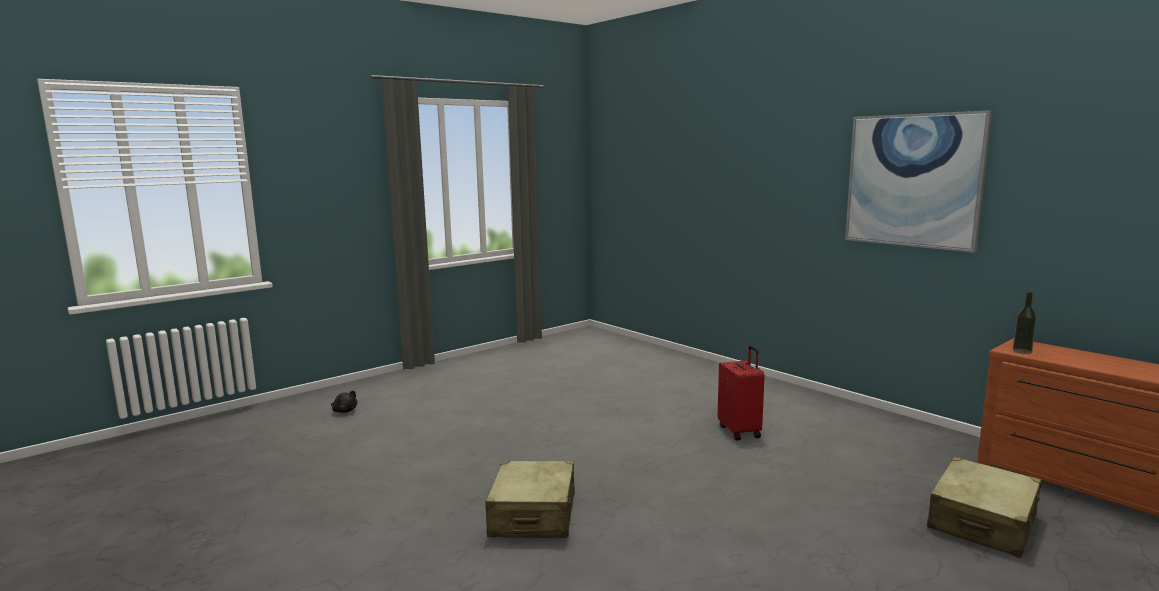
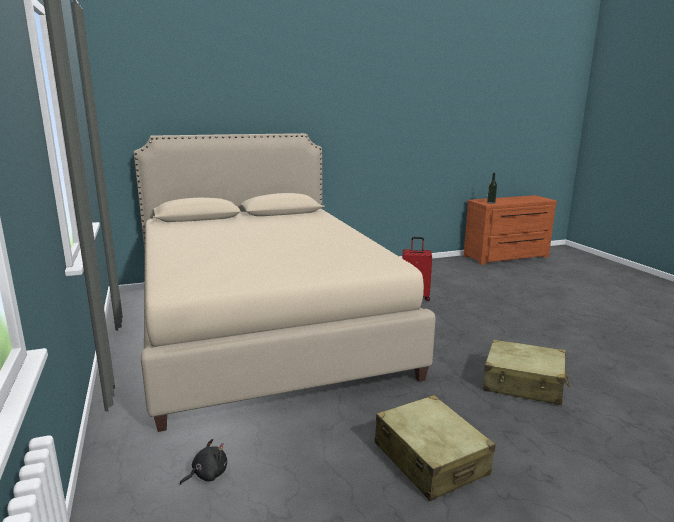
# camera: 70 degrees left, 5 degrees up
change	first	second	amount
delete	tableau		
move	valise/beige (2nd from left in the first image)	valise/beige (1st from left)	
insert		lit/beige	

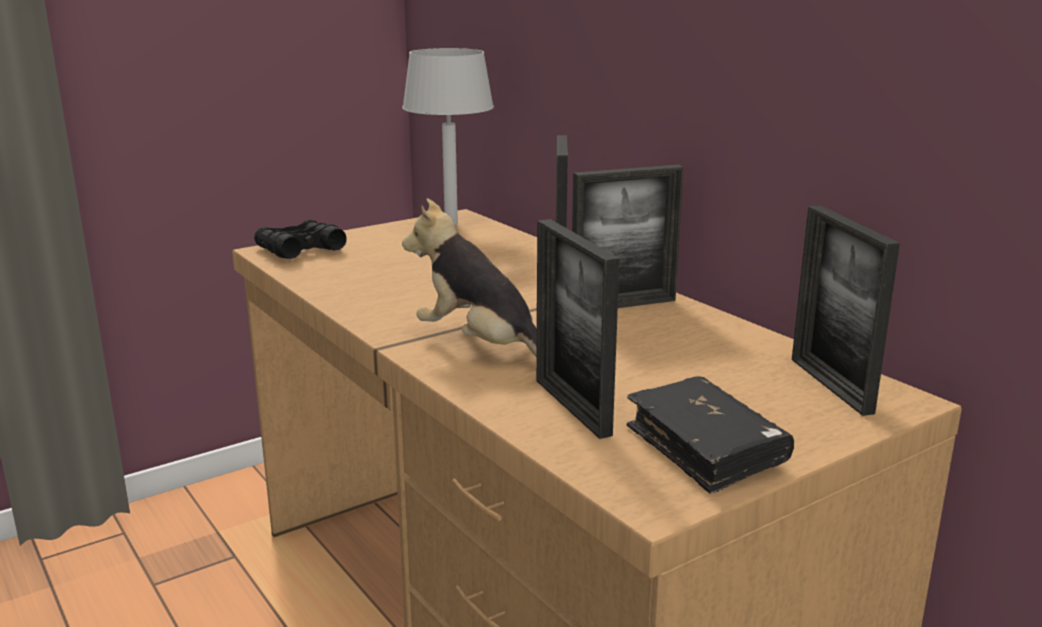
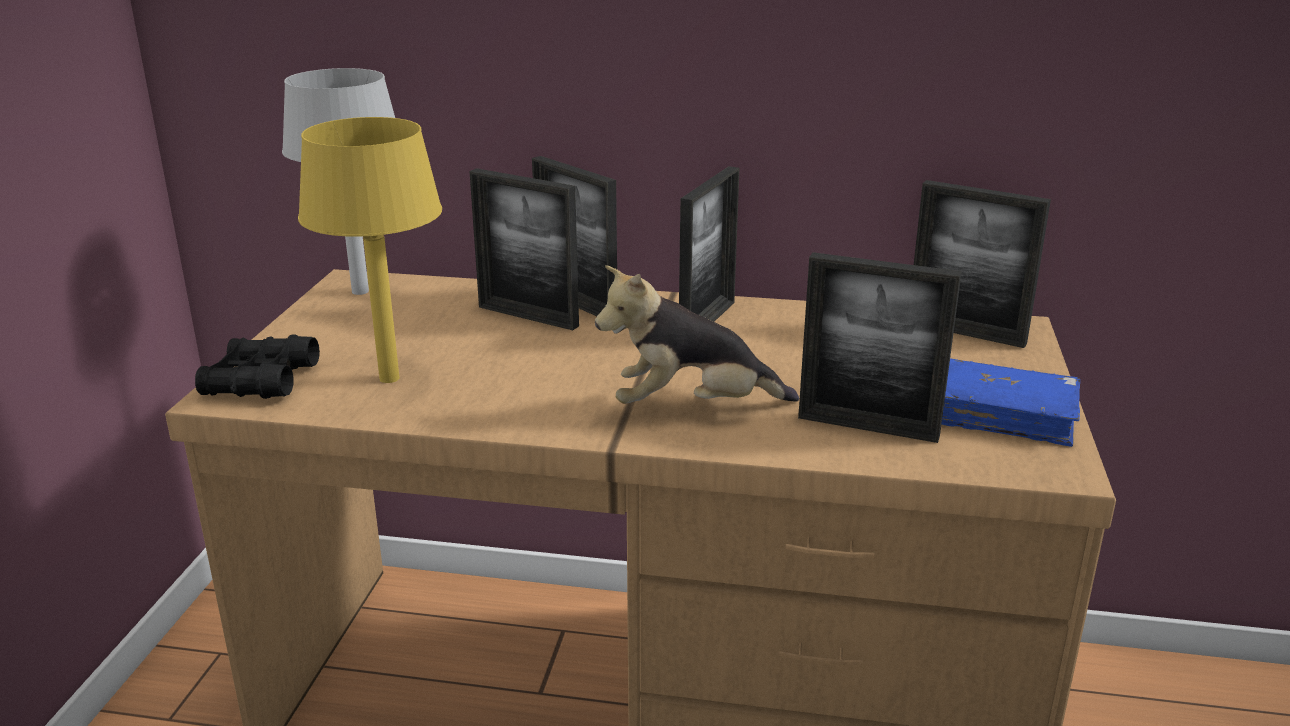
# camera: 45 degrees left, 5 degrees up
change	first	second	amount
recolor	livre/noir	livre/bleu	
insert		lampe de table/jaune	
insert		cadre photo (1st from left)	

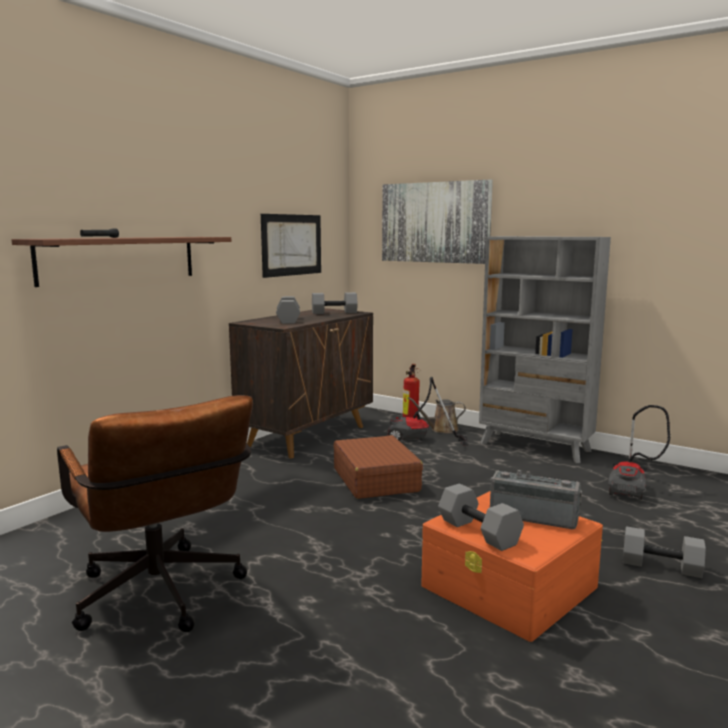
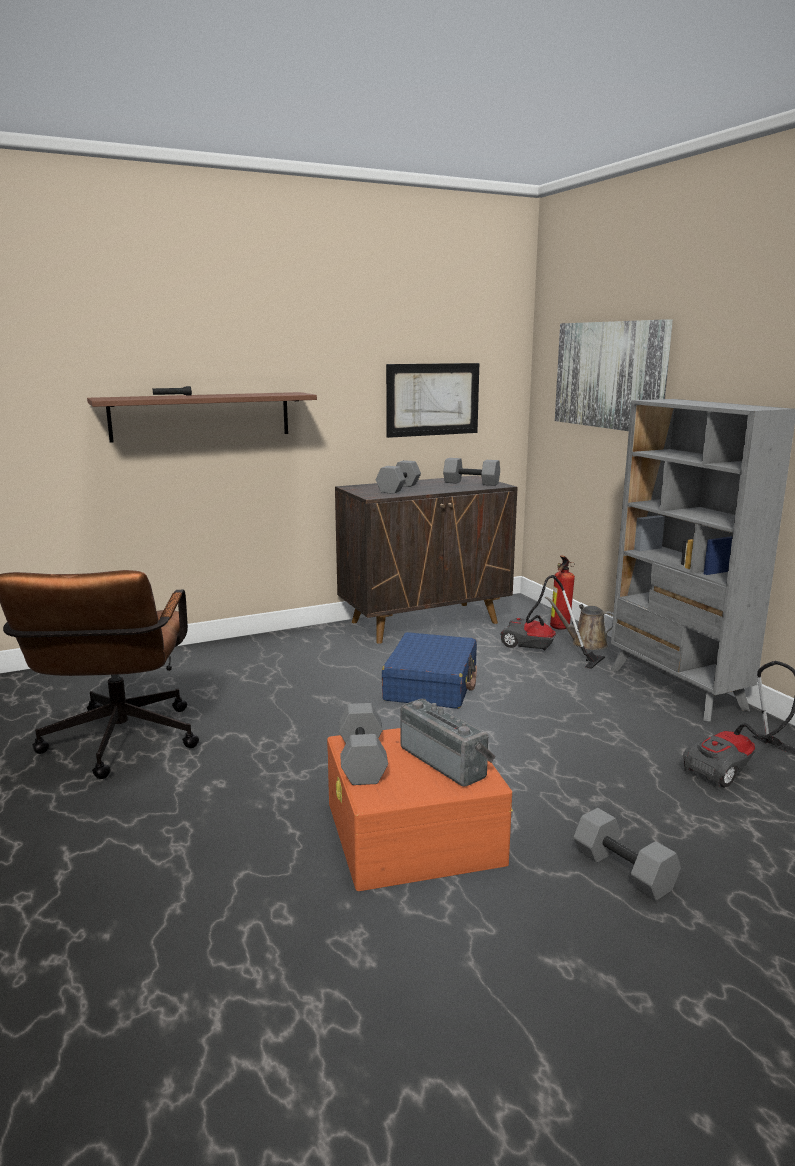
# camera: 30 degrees right, 5 degrees up
change	first	second	amount
recolor	valise/marron	valise/bleu	

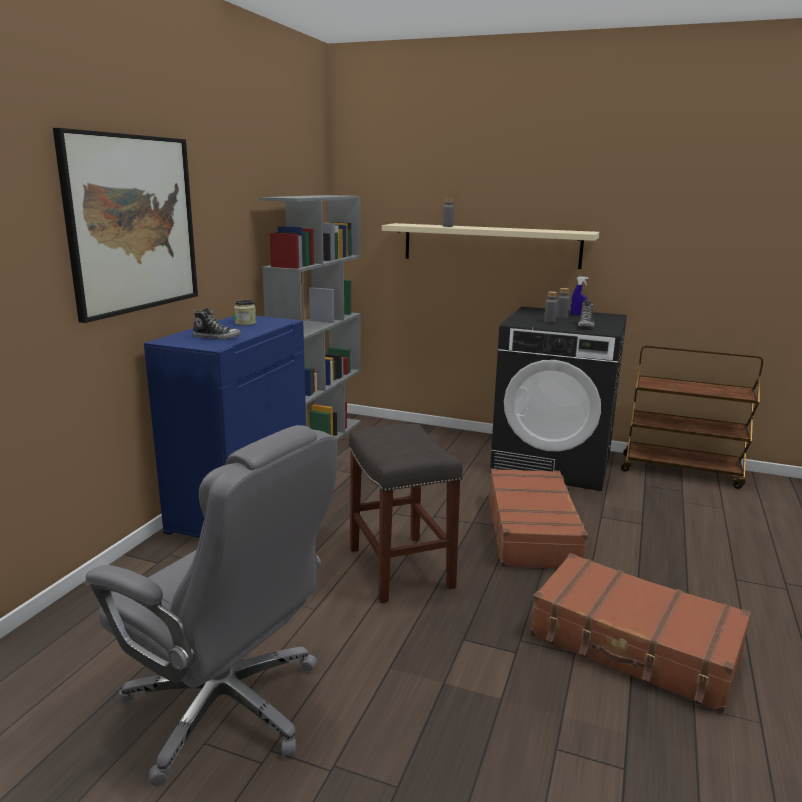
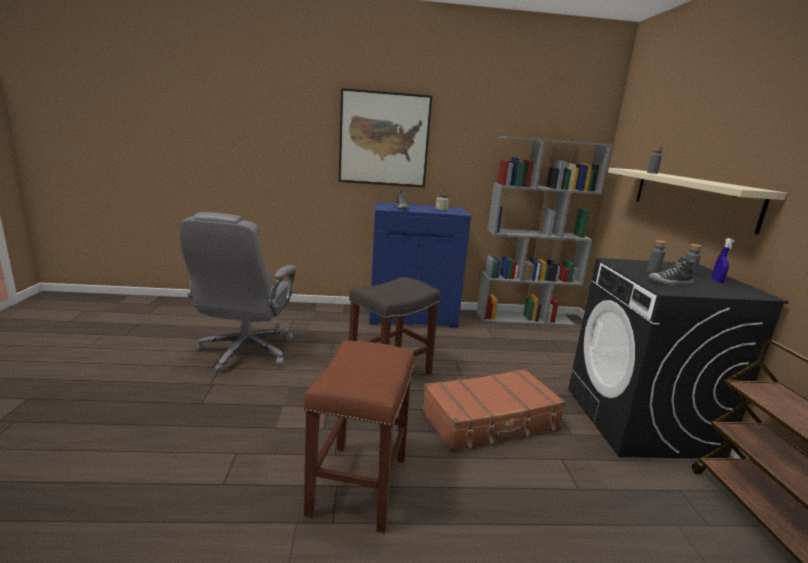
# camera: 65 degrees right, 0 degrees up
change	first	second	amount
replace	valise/marron (2nd from left)	tabouret/marron	

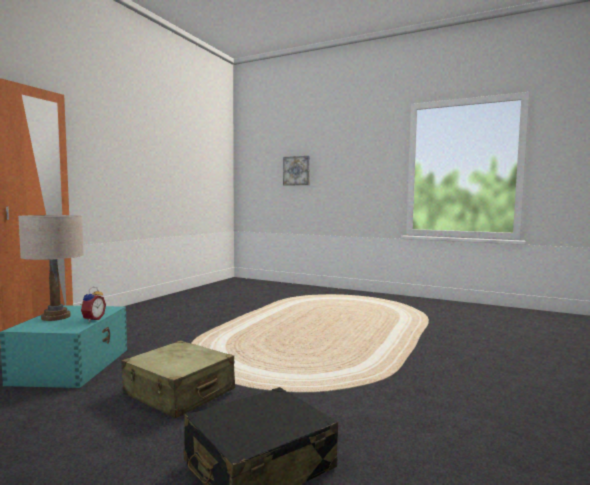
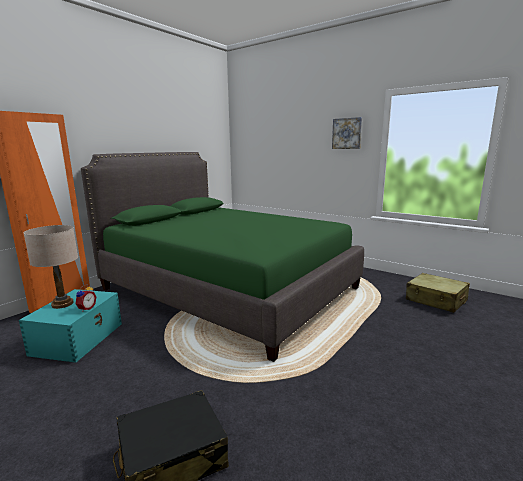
# camera: 10 degrees right, 10 degrees up
change	first	second	amount
move	valise/beige		
move	tableau		
insert		lit/vert	

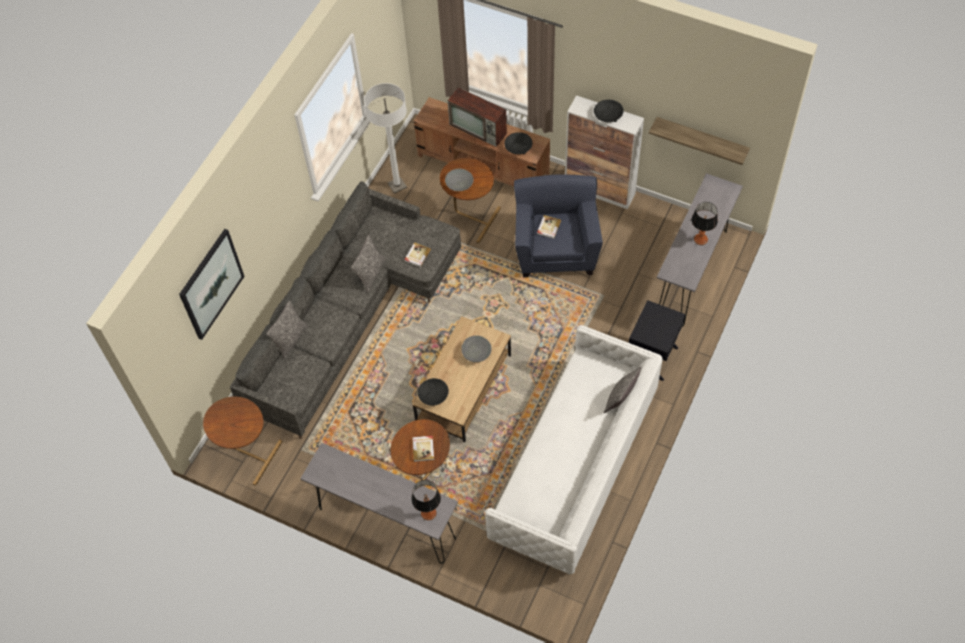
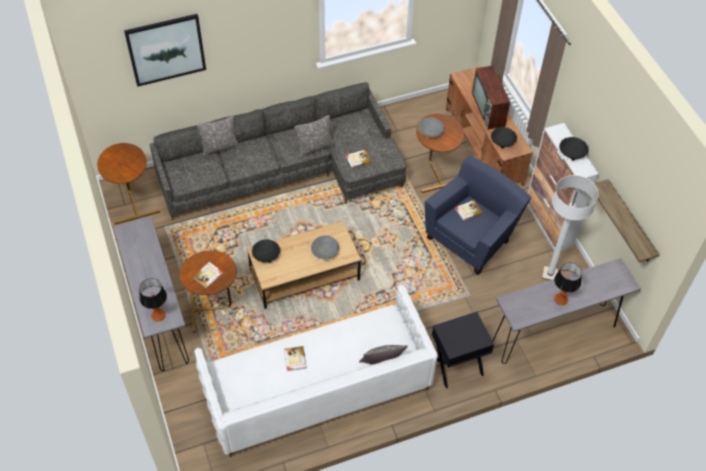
# camera: 40 degrees right, 5 degrees down
change	first	second	amount
move	lampadaire/blanc		
insert		livre (2nd from left)	

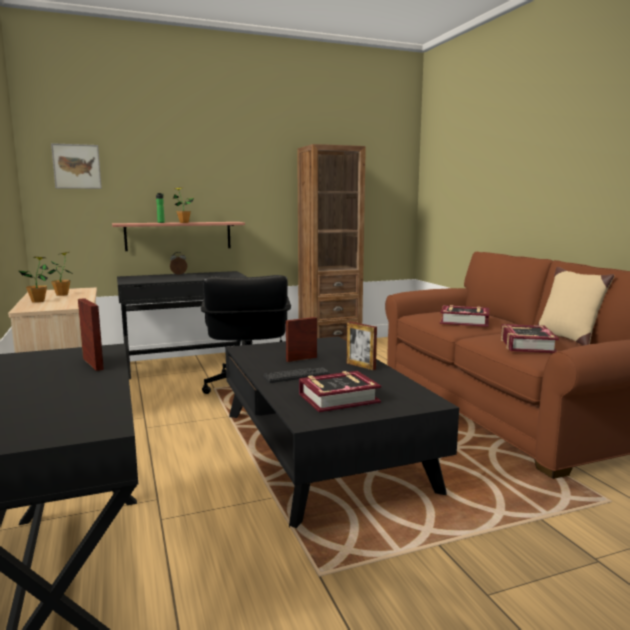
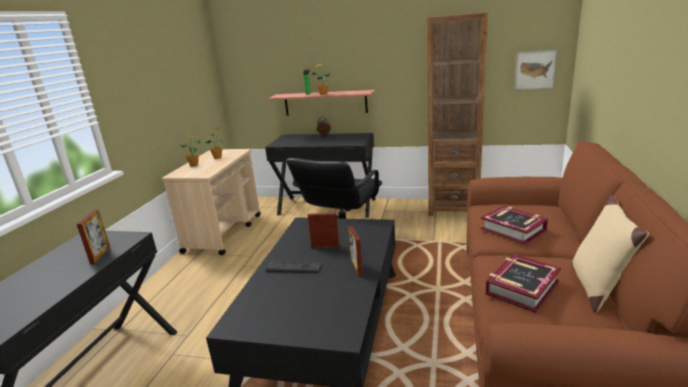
# camera: 35 degrees right, 10 degrees up
change	first	second	amount
move	tableau		
delete	livre (1st from left)		

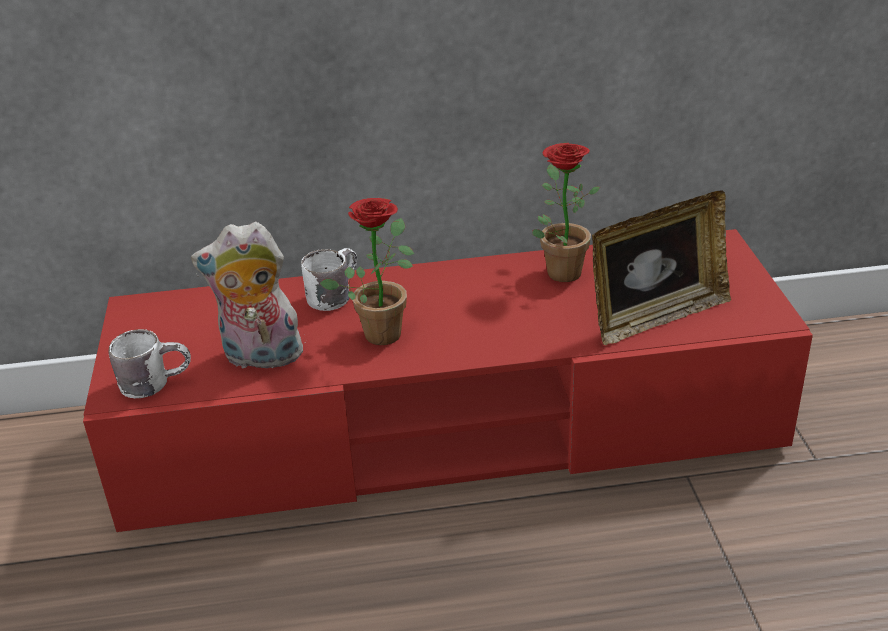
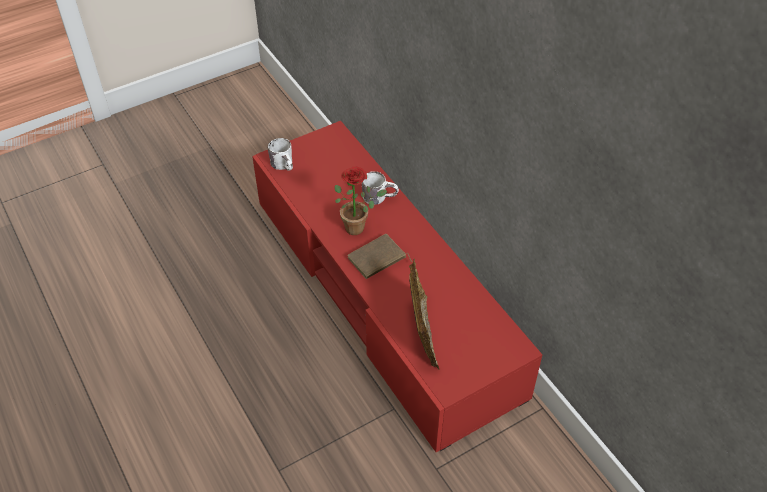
# camera: 65 degrees right, 15 degrees up
change	first	second	amount
delete	peluche		
delete	plante en pot (2nd from left)		
rotate	cadre photo		135 degrees counterclockwise
insert		livre/marron	

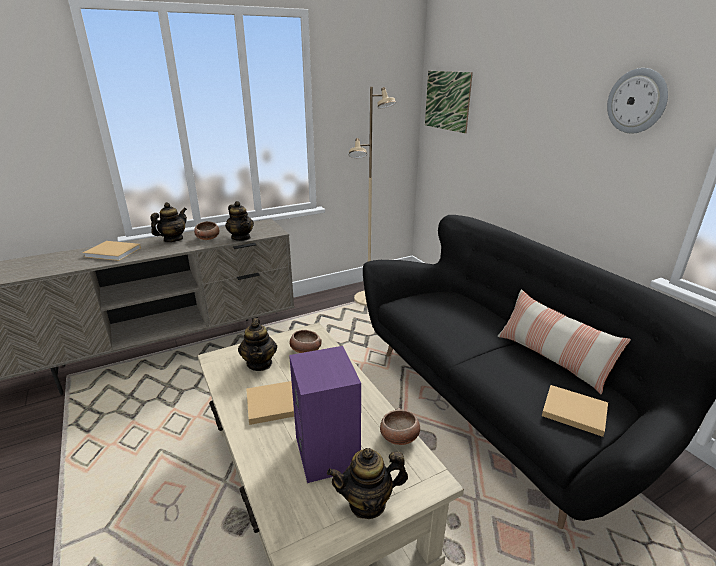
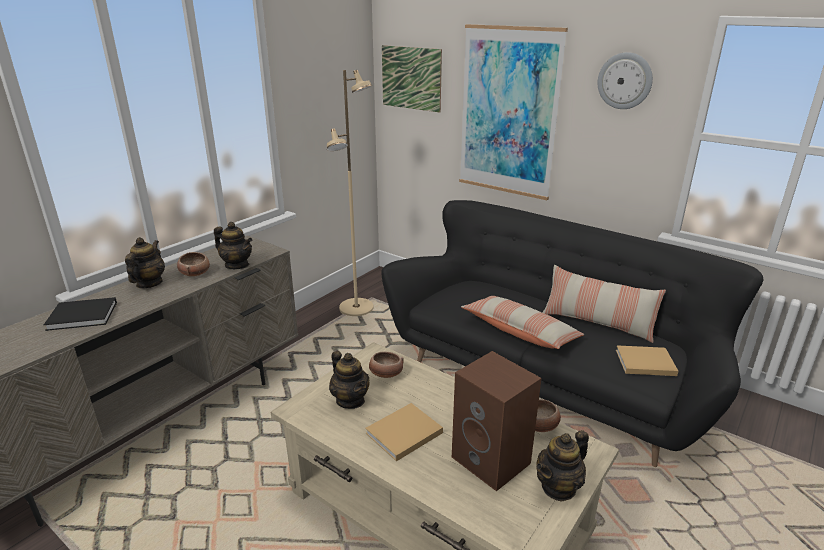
# camera: 25 degrees left, 0 degrees up
change	first	second	amount
recolor	livre/beige (1st from left)	livre/noir	
recolor	enceinte/violet	enceinte/marron	
insert		tableau (2nd from left)	
insert		coussin (1st from left)	

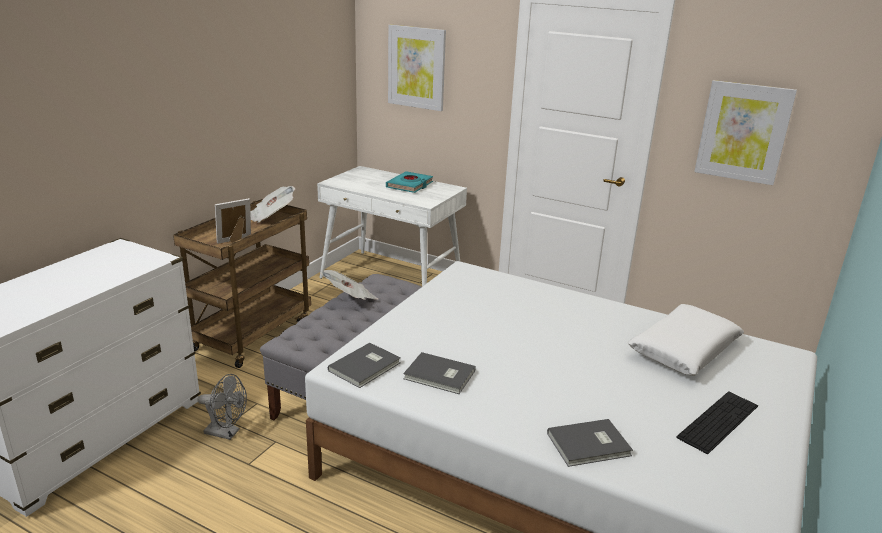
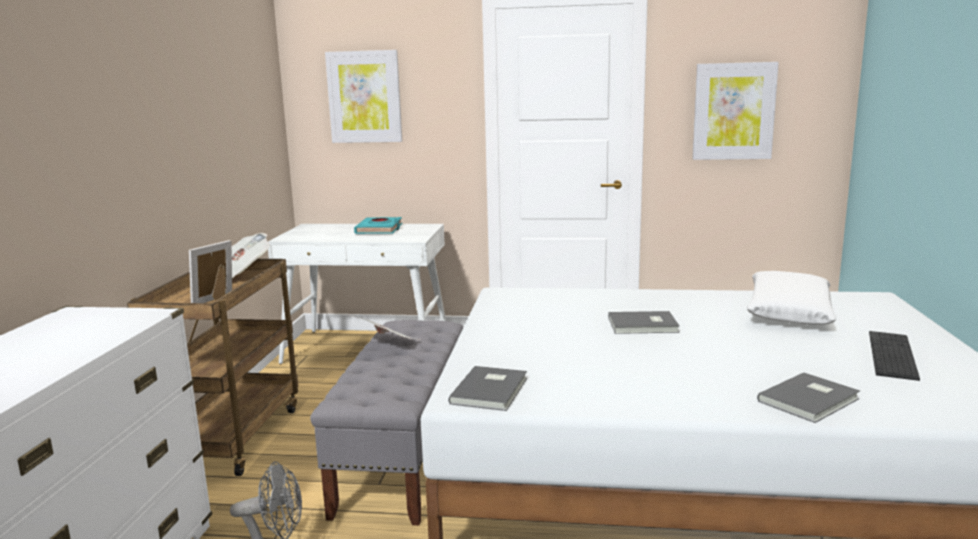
# camera: 20 degrees left, 10 degrees down
change	first	second	amount
move	livre/gris (2nd from left)		

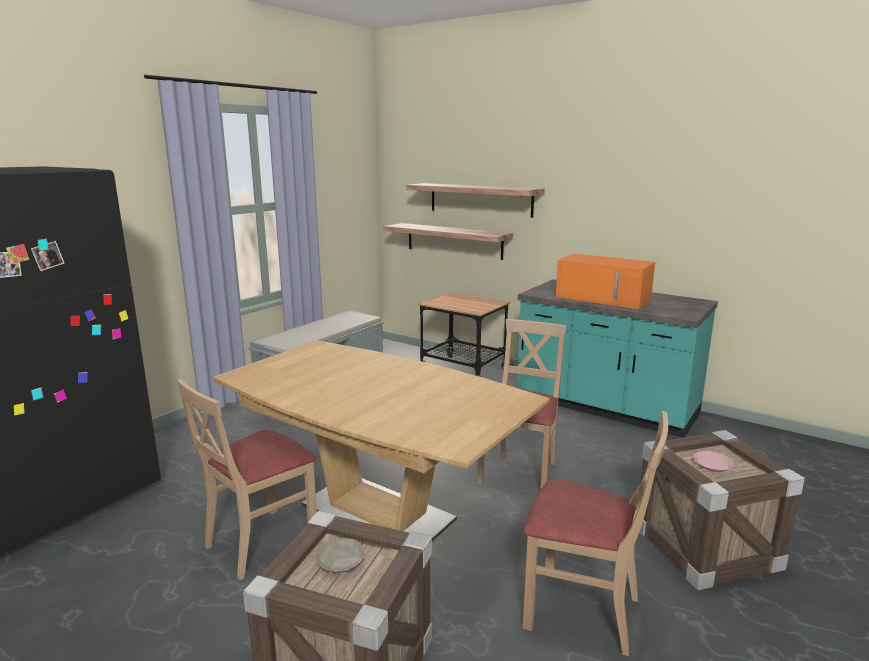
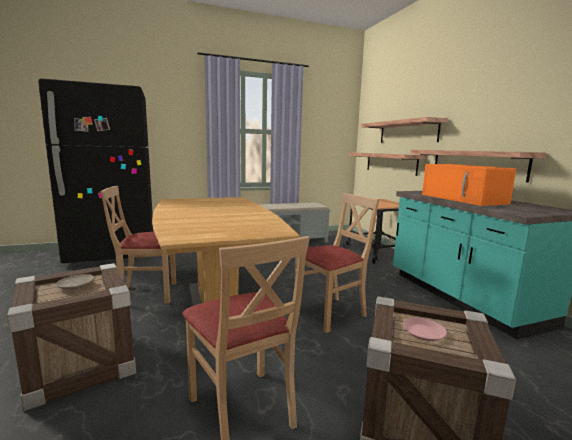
# camera: 35 degrees right, 5 degrees down
change	first	second	amount
insert		étagère (3rd from left)	

